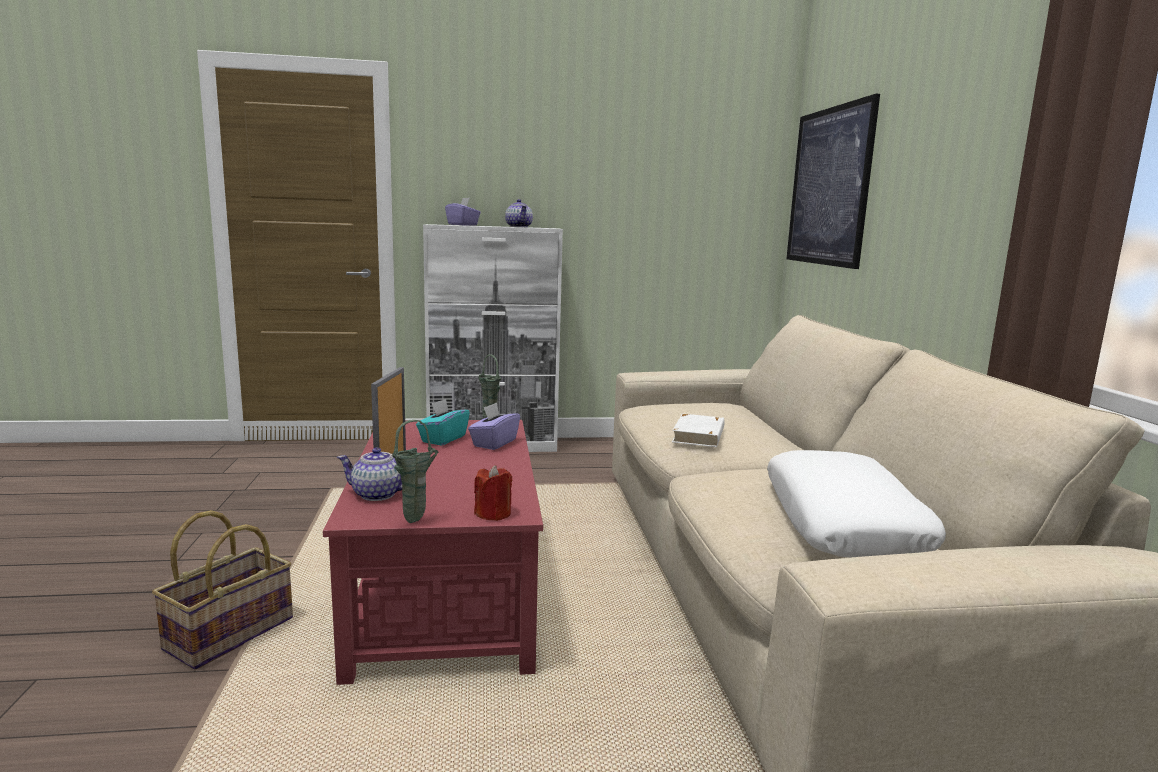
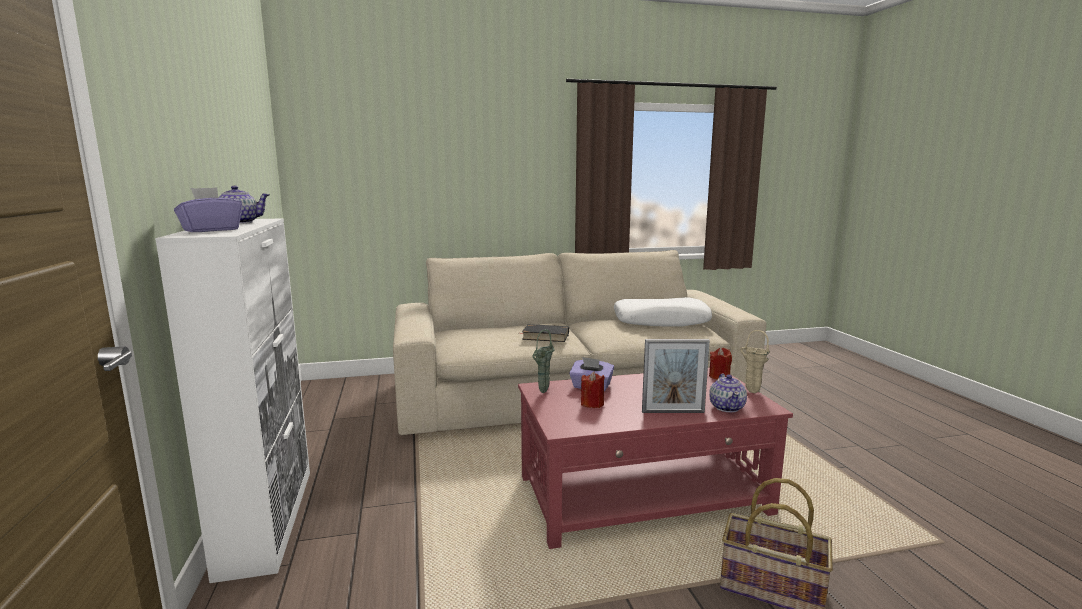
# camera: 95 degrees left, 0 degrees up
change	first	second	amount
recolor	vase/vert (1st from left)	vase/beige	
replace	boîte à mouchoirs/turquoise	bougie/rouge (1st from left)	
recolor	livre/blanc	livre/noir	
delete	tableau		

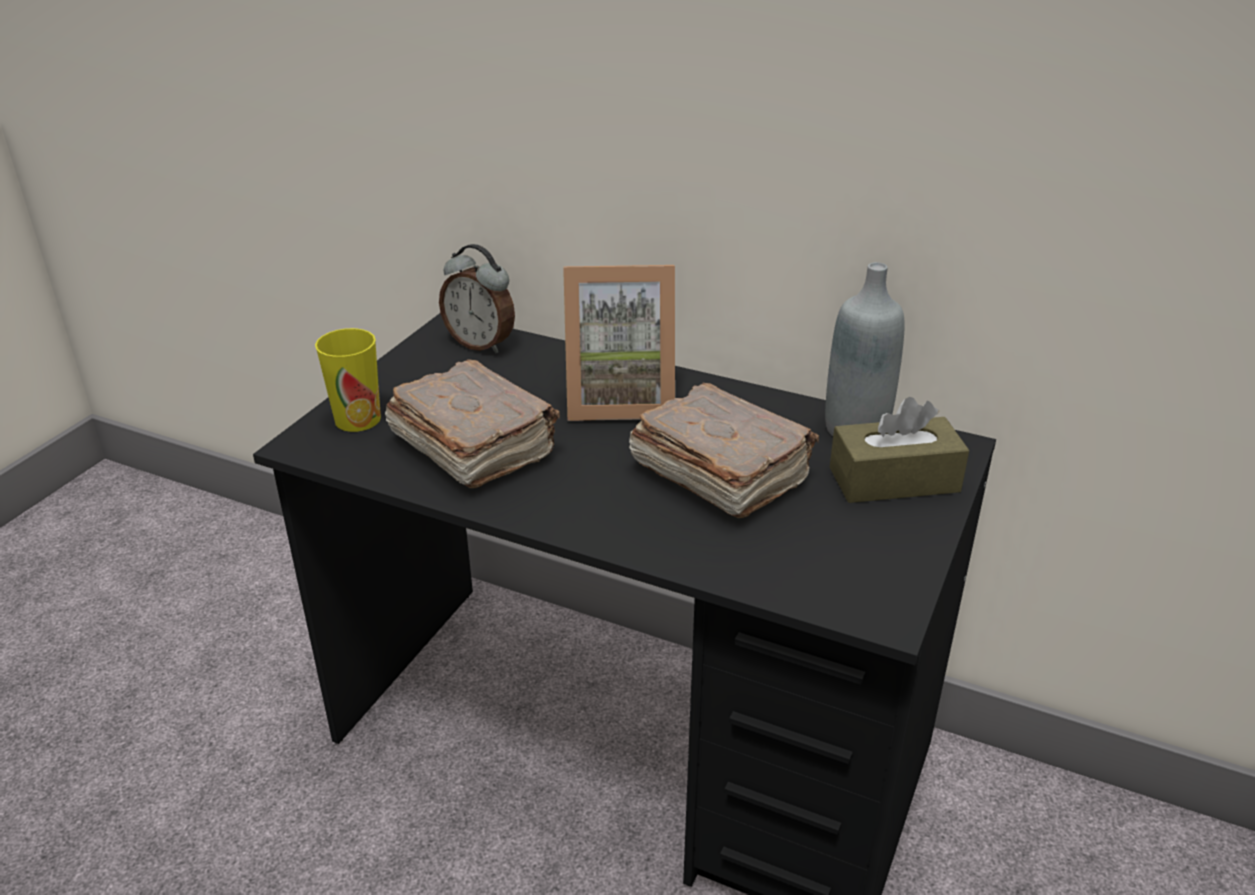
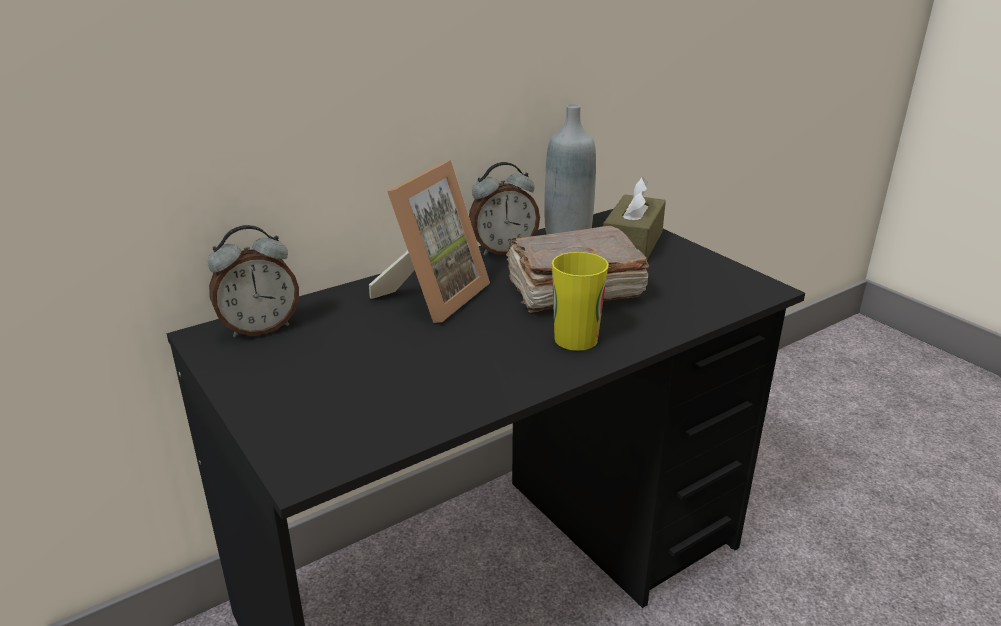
# camera: 60 degrees left, 5 degrees down
change	first	second	amount
move	tasse		
delete	livre/marron (1st from left)		
insert		réveil (2nd from left)	

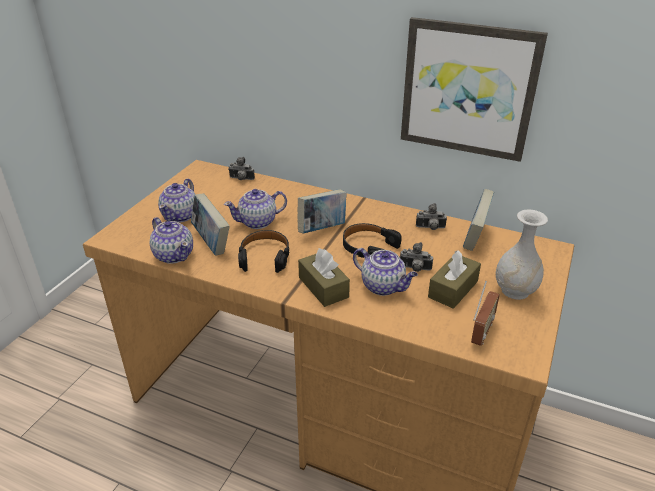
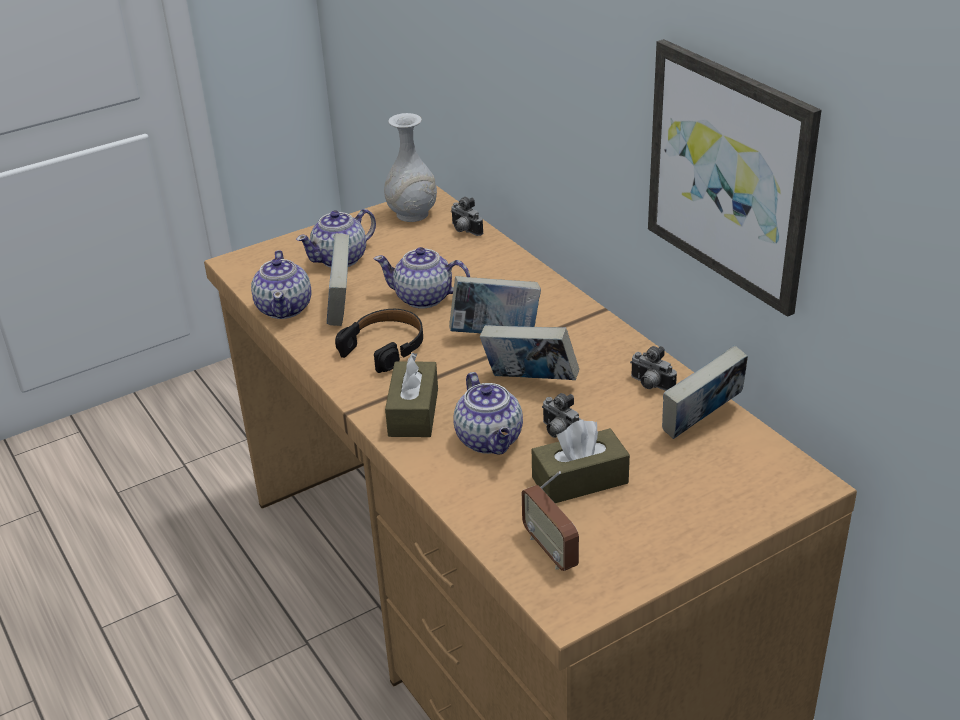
# camera: 35 degrees right, 0 degrees up
change	first	second	amount
replace	casque audio/noir (2nd from left)	livre (3rd from left)	
rotate	radio		90 degrees clockwise
move	vase/blanc		

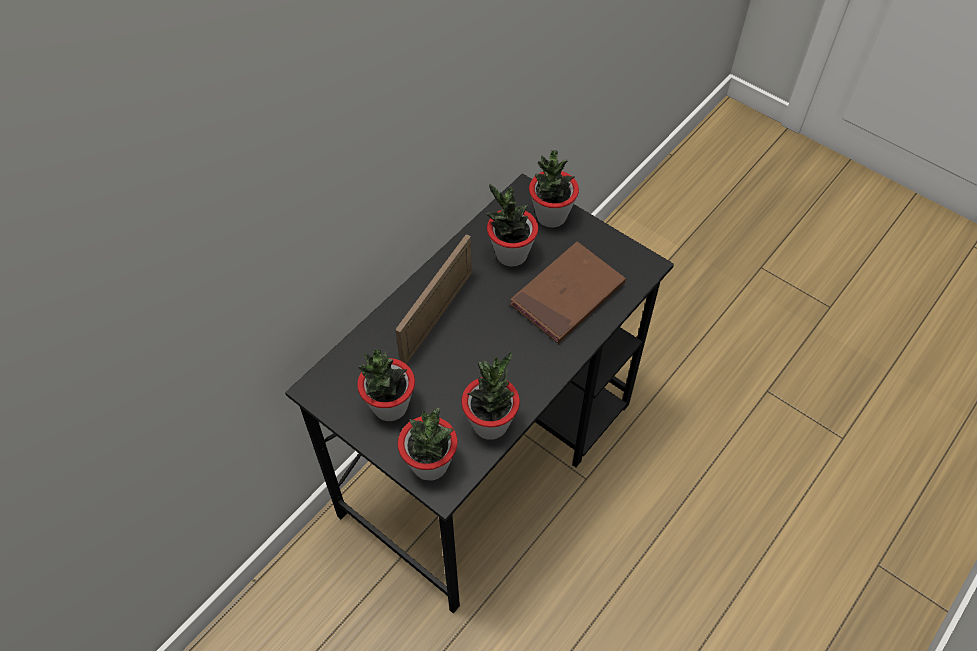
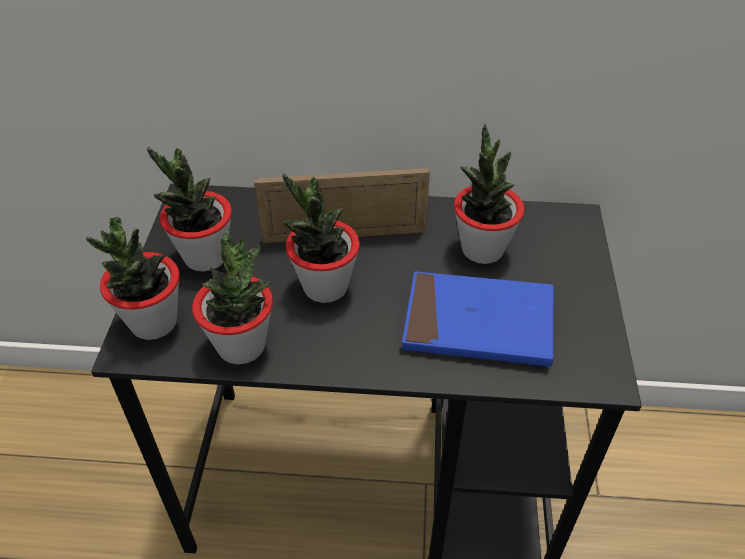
# camera: 55 degrees right, 10 degrees down
change	first	second	amount
recolor	livre/marron	livre/bleu	
move	plante en pot (5th from left in the first image)	plante en pot (4th from left)	

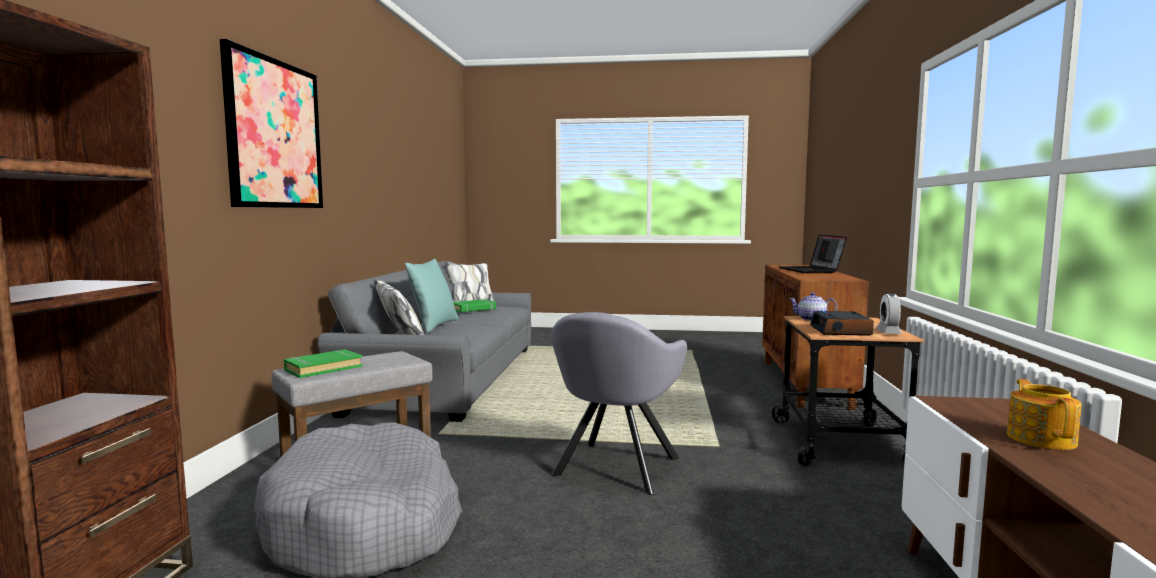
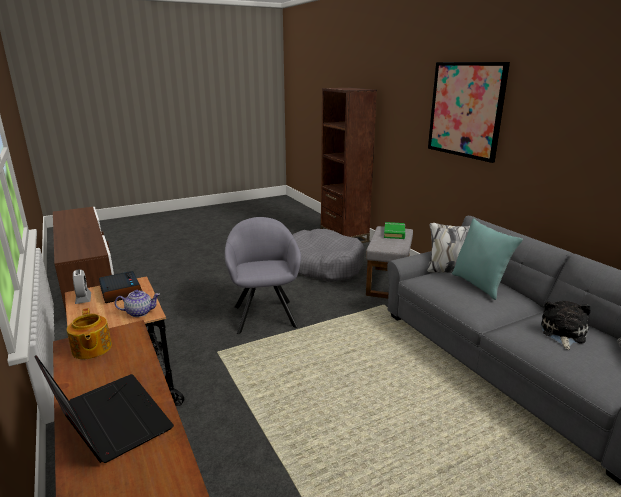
# camera: 145 degrees right, 15 degrees up
change	first	second	amount
replace	livre/vert (2nd from left)	peluche	
move	théière (2nd from left in the first image)	théière (1st from left)	

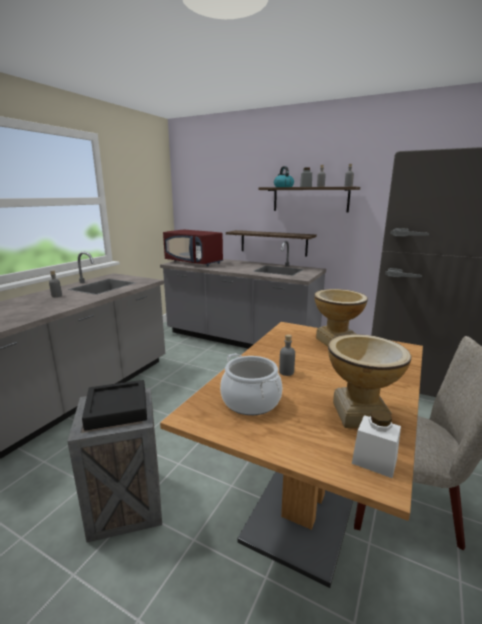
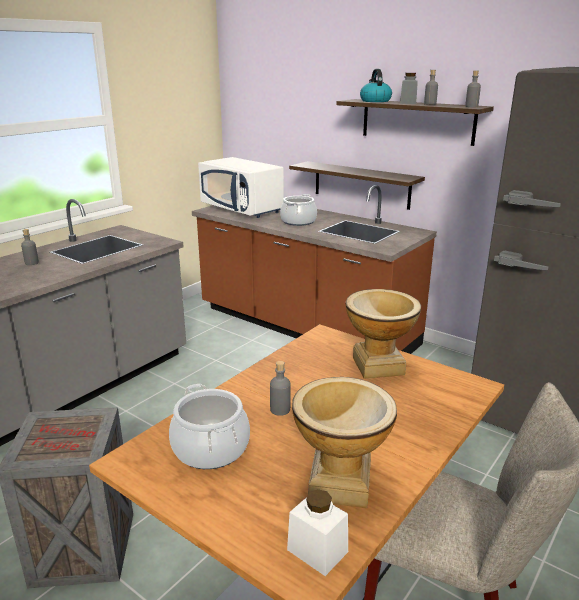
# camera: 10 degrees right, 5 degrees up
change	first	second	amount
delete	plateau/noir		
recolor	comptoir de cuisine/gris (2nd from left)	comptoir de cuisine/marron	
recolor	micro-ondes/rouge	micro-ondes/blanc	
insert		marmite (2nd from left)	

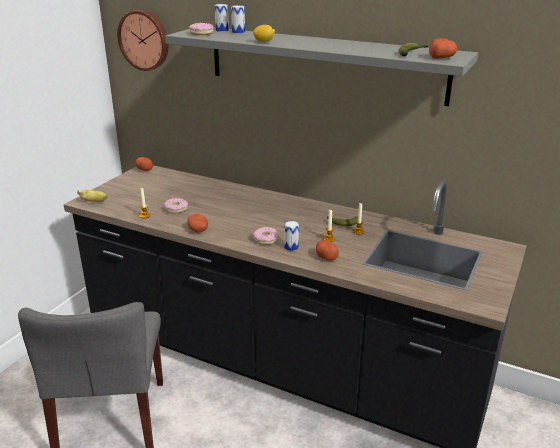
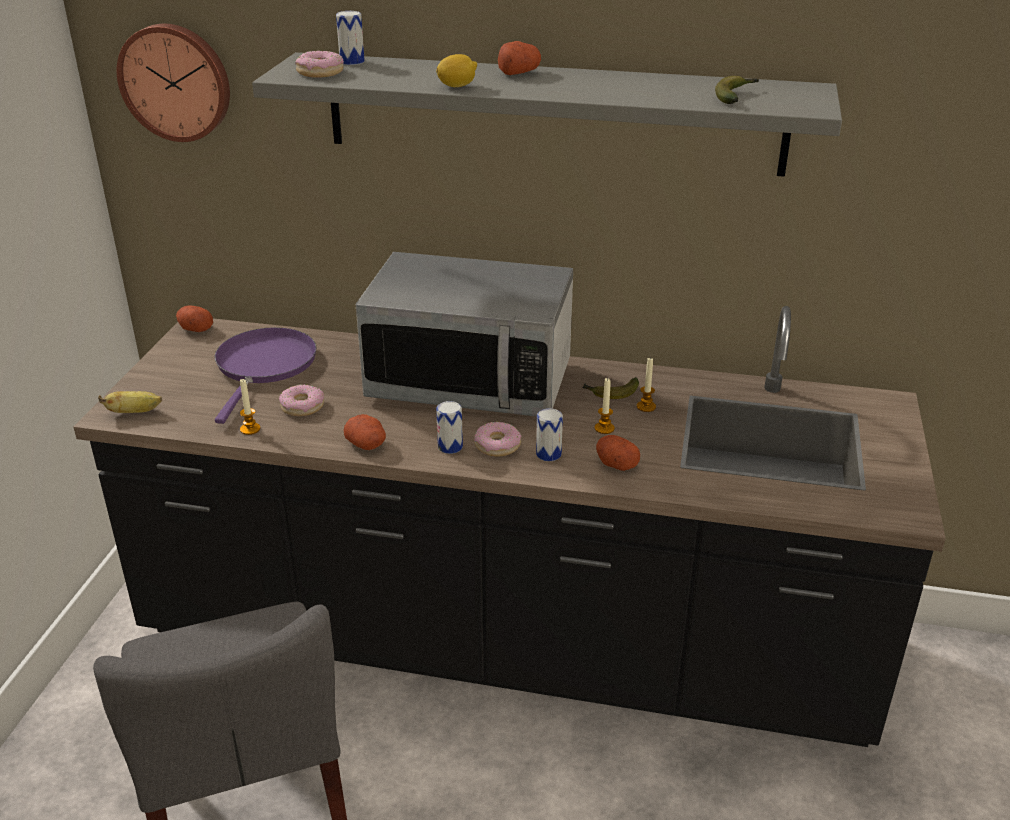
# camera: 15 degrees left, 5 degrees up
change	first	second	amount
move	boîte métallique (2nd from left)		
move	pomme de terre (4th from left in the first image)	pomme de terre (3rd from left)	
insert		poêle/violet	
insert		micro-ondes	

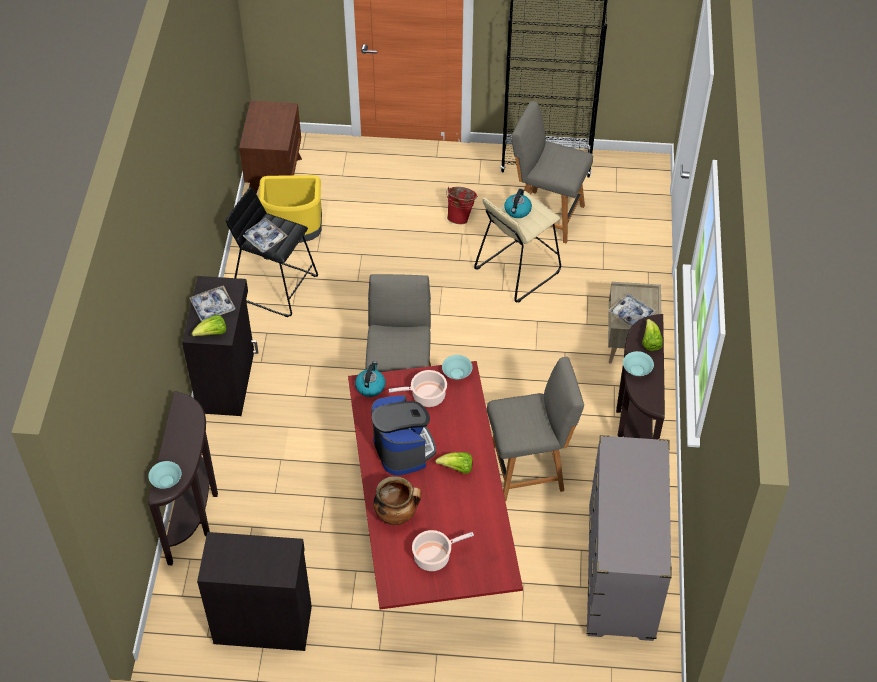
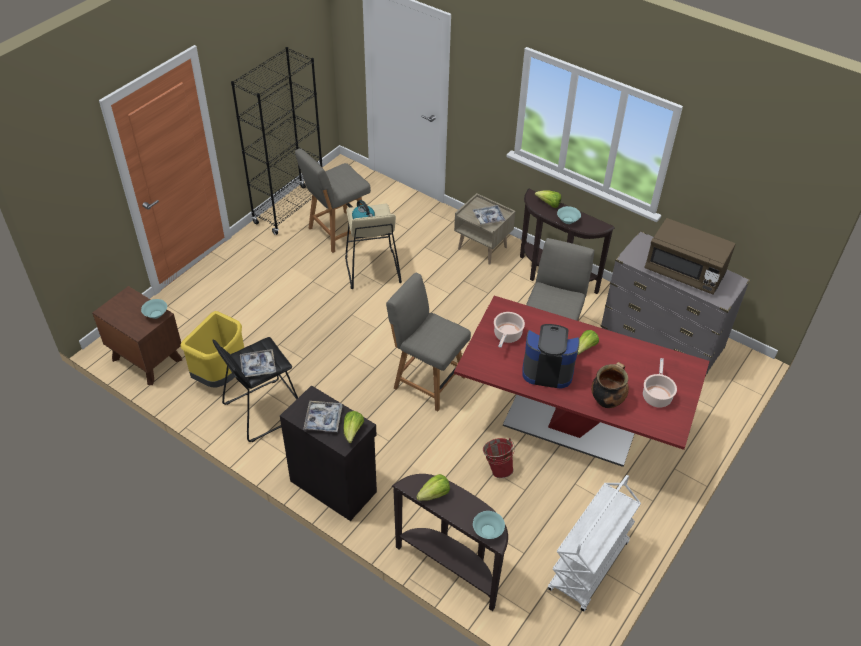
# camera: 60 degrees left, 5 degrees down
change	first	second	amount
replace	meuble de rangement/noir (2nd from left)	chariot/blanc	
delete	bouilloire (1st from left)		
move	bol/turquoise (2nd from left in the first image)	bol/turquoise (1st from left)	
move	seau/rouge		
insert		laitue (2nd from left)	
insert		micro-ondes/marron	

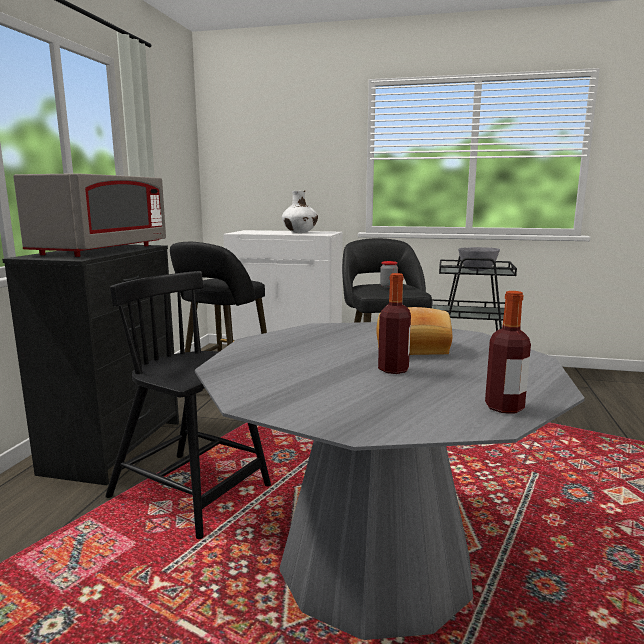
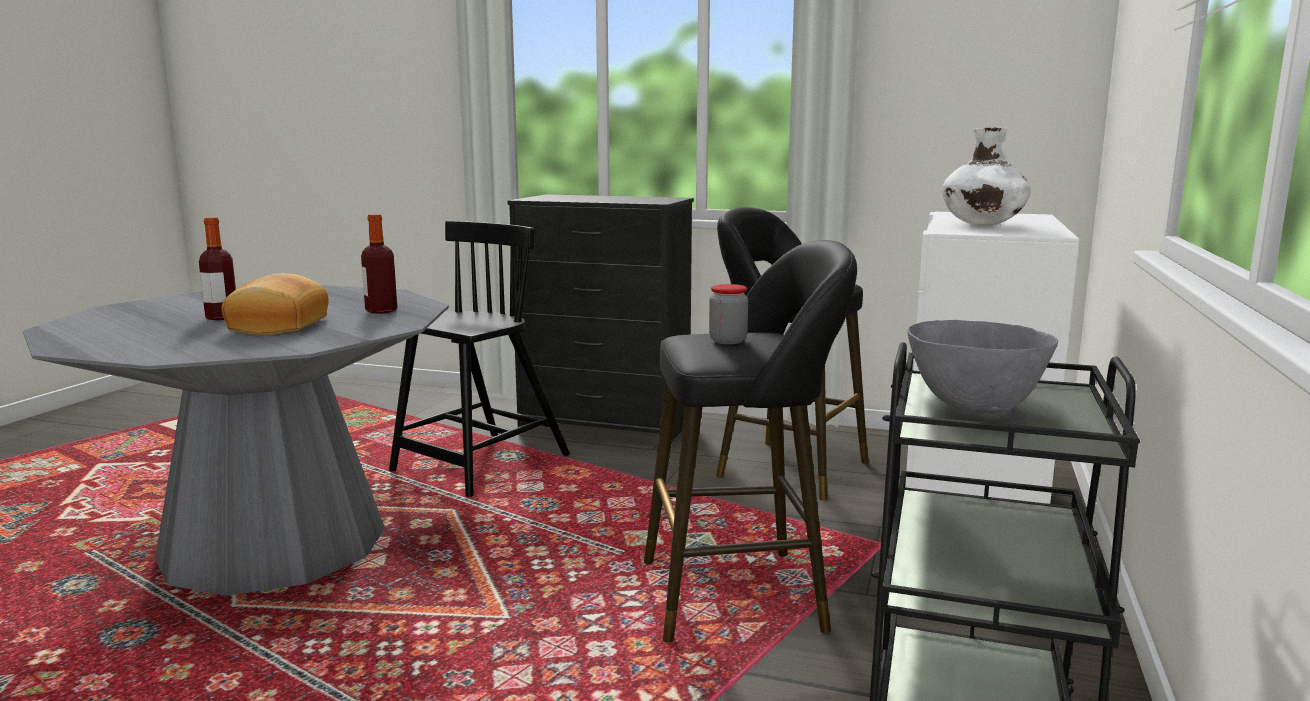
# camera: 95 degrees right, 0 degrees up
change	first	second	amount
delete	micro-ondes/gris		
move	bouteille (2nd from left)		

